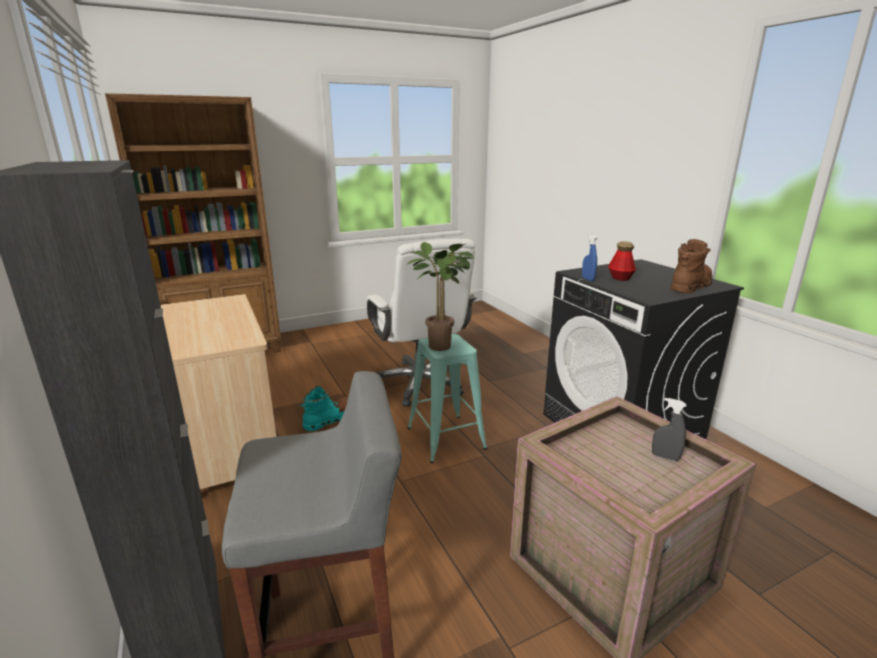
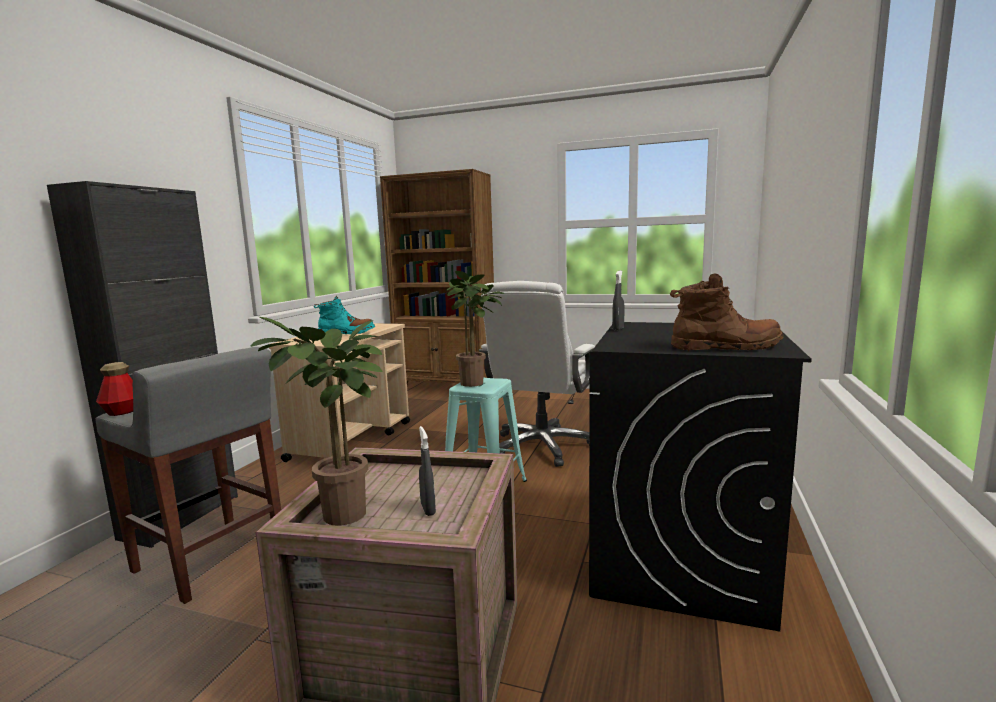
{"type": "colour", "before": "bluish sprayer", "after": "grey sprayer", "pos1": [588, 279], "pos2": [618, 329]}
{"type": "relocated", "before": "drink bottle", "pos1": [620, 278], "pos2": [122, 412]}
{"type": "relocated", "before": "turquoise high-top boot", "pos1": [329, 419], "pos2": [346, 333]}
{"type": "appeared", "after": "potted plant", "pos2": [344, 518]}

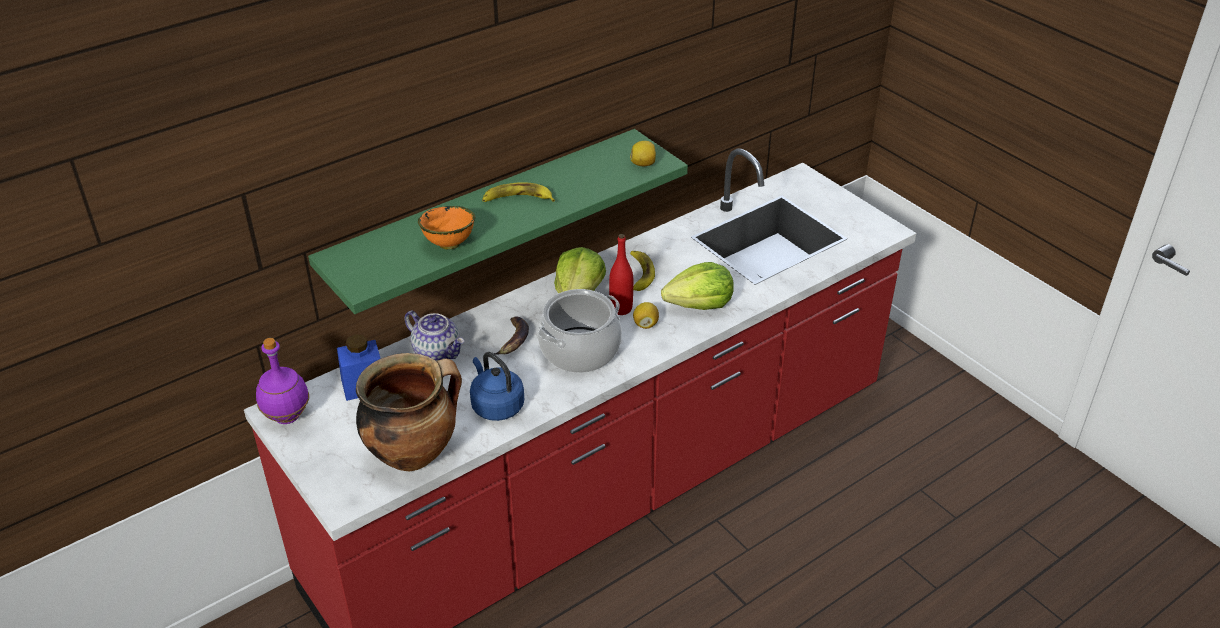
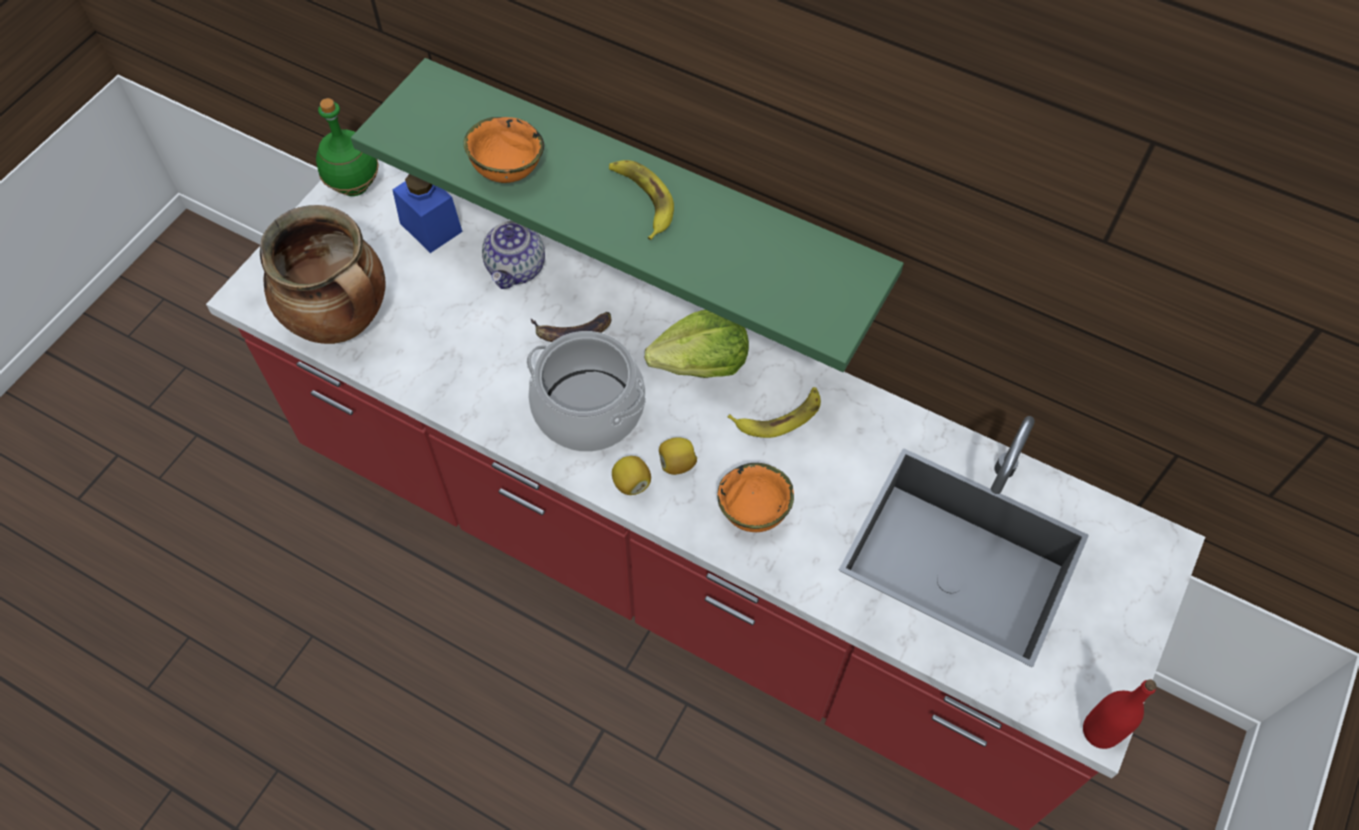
{"type": "relocated", "before": "citrus fruit", "pos1": [643, 164], "pos2": [631, 483]}
{"type": "relocated", "before": "red-coloured drink bottle", "pos1": [621, 308], "pos2": [1100, 731]}
{"type": "exchanged", "before": "lettuce", "after": "orangey serving bowl", "pos1": [700, 304], "pos2": [752, 514]}
{"type": "colour", "before": "purple-coloured drink bottle", "after": "green-coloured drink bottle", "pos1": [286, 417], "pos2": [354, 186]}
{"type": "missing", "before": "bluish tea kettle", "pos1": [496, 405]}

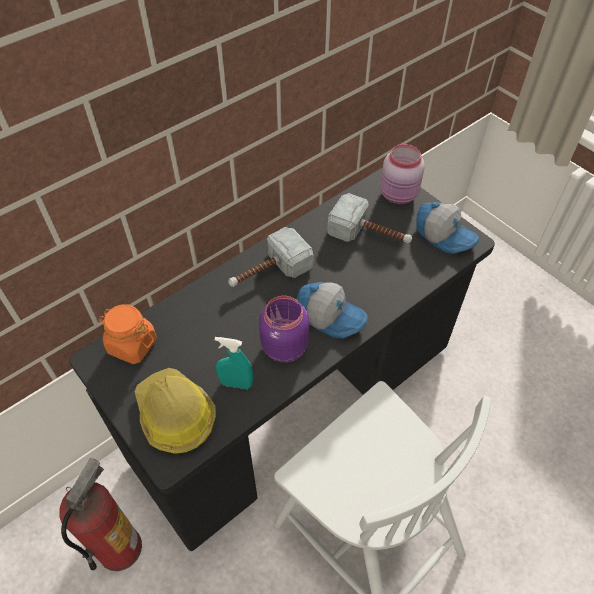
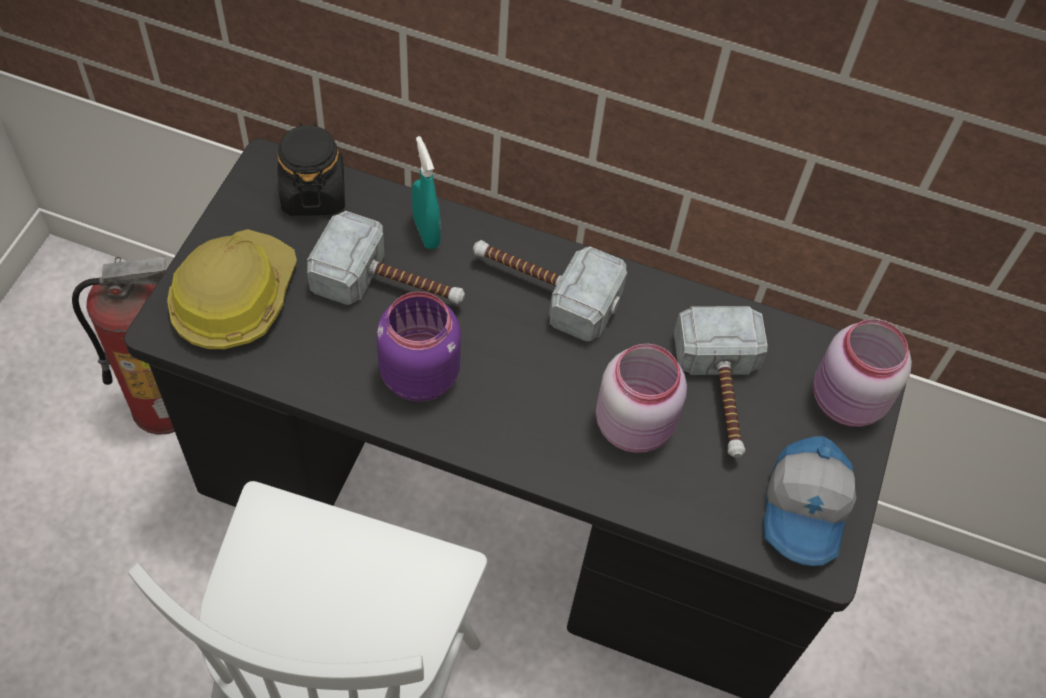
{"type": "missing", "before": "peaked cap", "pos1": [331, 315]}
{"type": "colour", "before": "orangey storage jar", "after": "black-coloured storage jar", "pos1": [132, 345], "pos2": [313, 193]}
{"type": "relocated", "before": "turquoise sprayer", "pos1": [236, 383], "pos2": [426, 232]}
{"type": "appeared", "after": "hand hammer", "pos2": [391, 286]}
{"type": "appeared", "after": "pinkish storage jar", "pos2": [636, 424]}

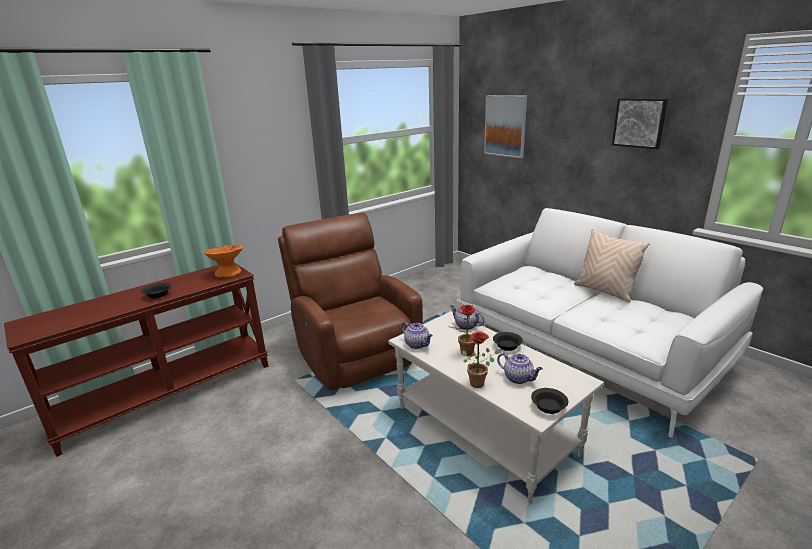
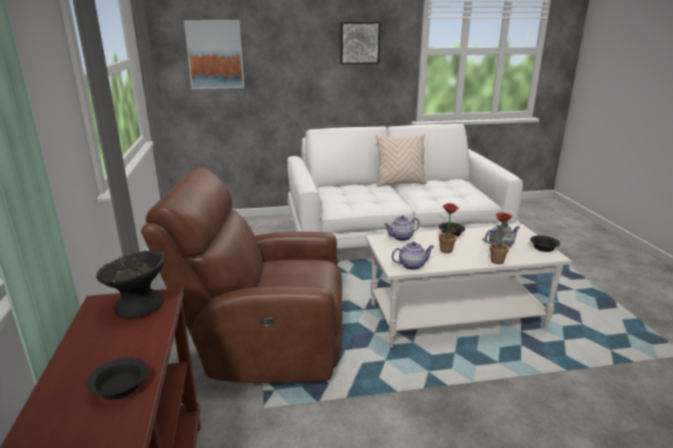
{"type": "colour", "before": "orangey serving bowl", "after": "black-coloured serving bowl", "pos1": [228, 273], "pos2": [139, 305]}

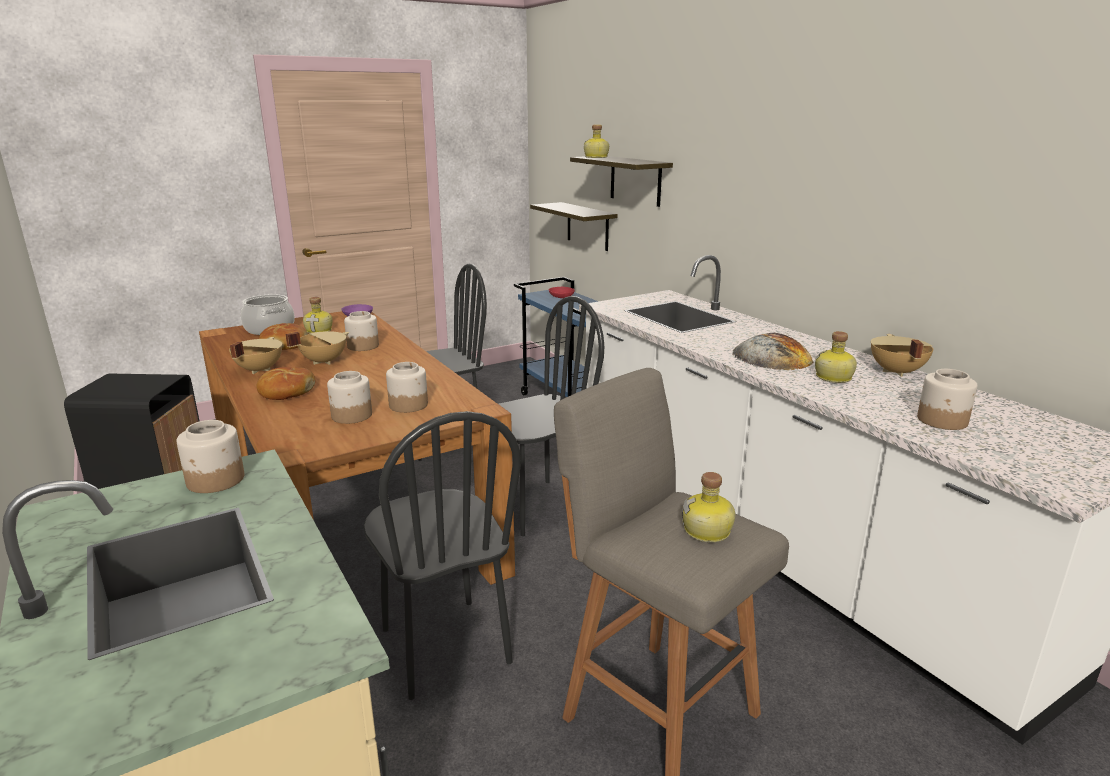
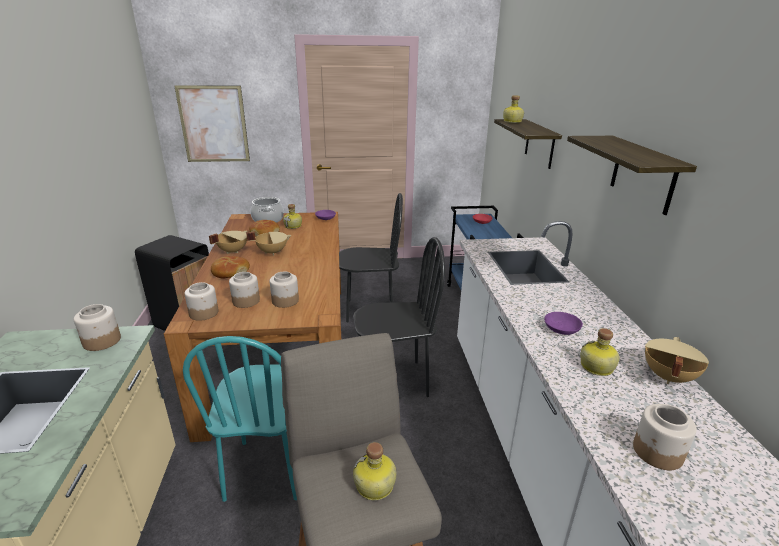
{"type": "relocated", "before": "bracket shelf", "pos1": [587, 226], "pos2": [643, 174]}
{"type": "relocated", "before": "storage jar", "pos1": [363, 346], "pos2": [204, 313]}
{"type": "exchanged", "before": "bakery bread", "after": "purple-coloured serving bowl", "pos1": [771, 357], "pos2": [561, 329]}
{"type": "colour", "before": "black-coloured upright chair", "after": "turquoise upright chair", "pos1": [444, 646], "pos2": [267, 469]}
{"type": "appeared", "after": "wall art", "pos2": [213, 124]}

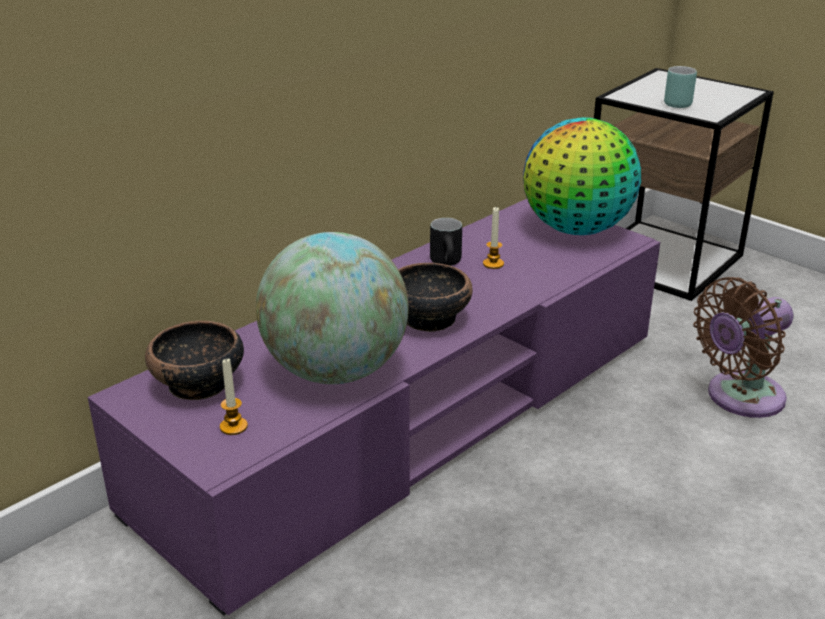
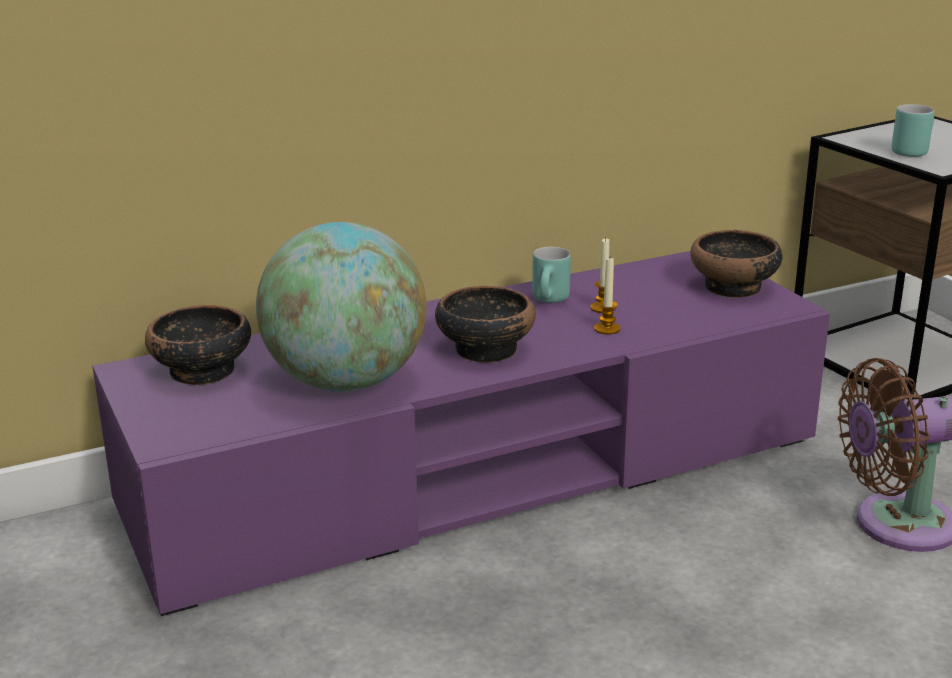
{"type": "exchanged", "before": "world globe", "after": "serving bowl", "pos1": [577, 229], "pos2": [734, 287]}
{"type": "colour", "before": "black-coloured mug", "after": "turquoise mug", "pos1": [449, 264], "pos2": [552, 301]}
{"type": "relocated", "before": "wax light", "pos1": [233, 426], "pos2": [607, 329]}

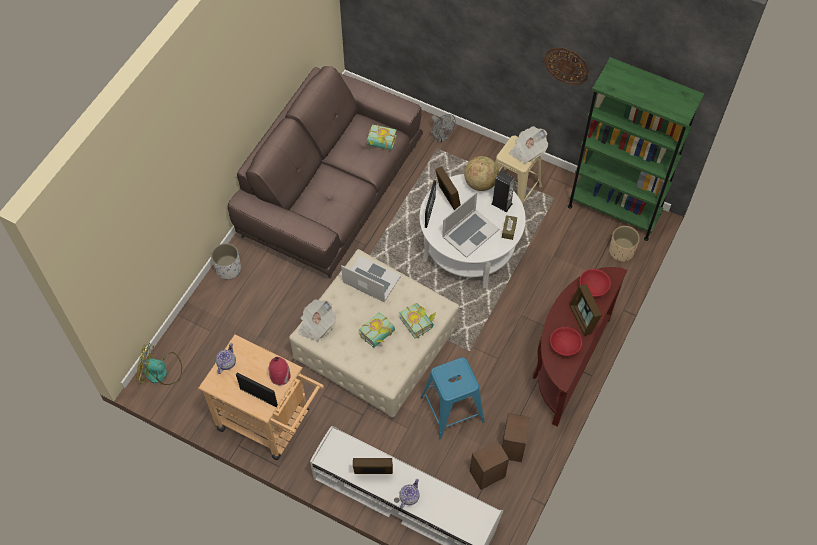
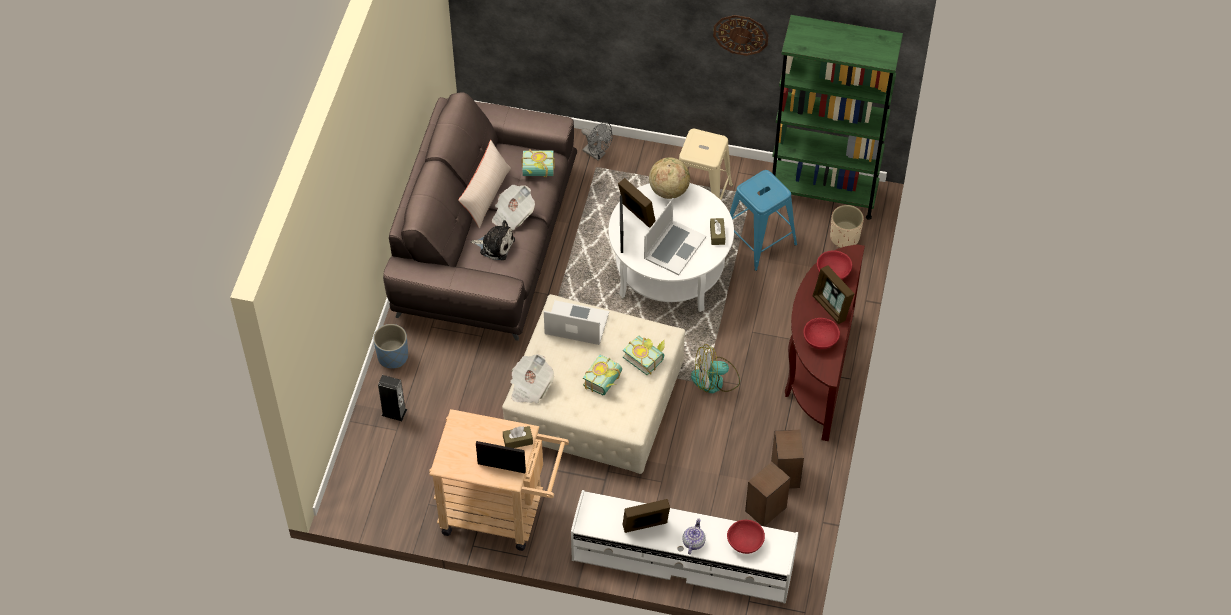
{"type": "relocated", "before": "newspaper", "pos1": [527, 151], "pos2": [512, 215]}
{"type": "relocated", "before": "audio speaker", "pos1": [501, 203], "pos2": [394, 412]}
{"type": "colour", "before": "white planter", "after": "bluish planter", "pos1": [228, 269], "pos2": [392, 356]}
{"type": "relocated", "before": "cooling fan", "pos1": [161, 372], "pos2": [715, 380]}
{"type": "missing", "before": "tea pot", "pos1": [226, 362]}
{"type": "exchanged", "before": "red-coloured flower vase", "after": "brown tissue box", "pos1": [280, 376], "pos2": [518, 441]}
{"type": "relocated", "before": "bluish sitting stool", "pos1": [452, 409], "pos2": [759, 240]}
{"type": "appeared", "after": "sand-coloured throw pillow", "pos2": [486, 195]}
{"type": "appeared", "after": "cuddly toy", "pos2": [495, 245]}
{"type": "appeared", "after": "red-coloured serving bowl", "pos2": [744, 542]}

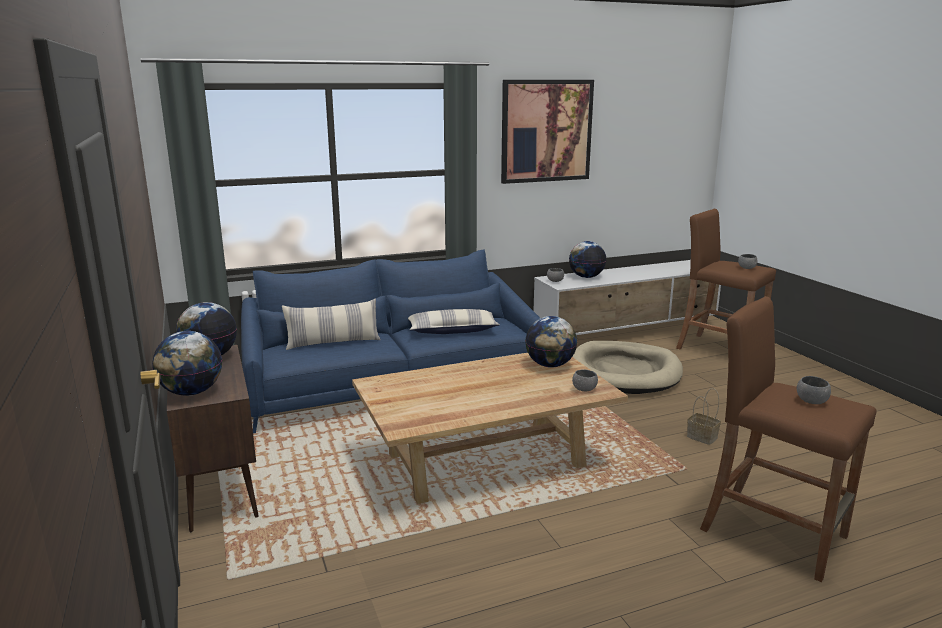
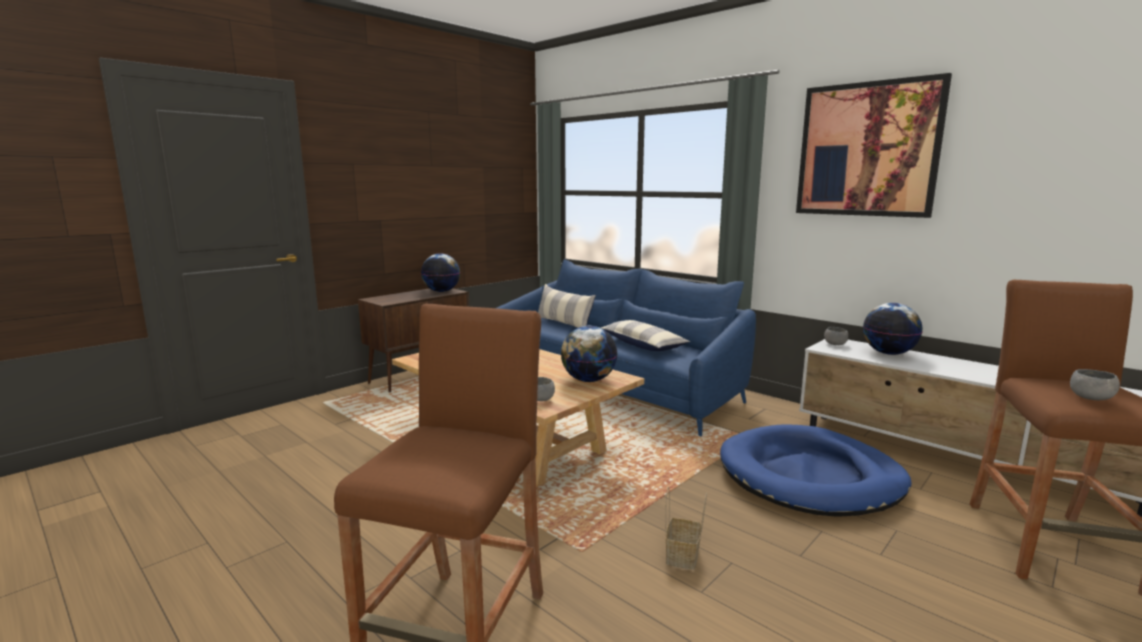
{"type": "missing", "before": "world globe", "pos1": [191, 392]}
{"type": "colour", "before": "sand-coloured pet bed", "after": "bluish pet bed", "pos1": [624, 372], "pos2": [810, 476]}
{"type": "missing", "before": "grey serving bowl", "pos1": [811, 401]}

